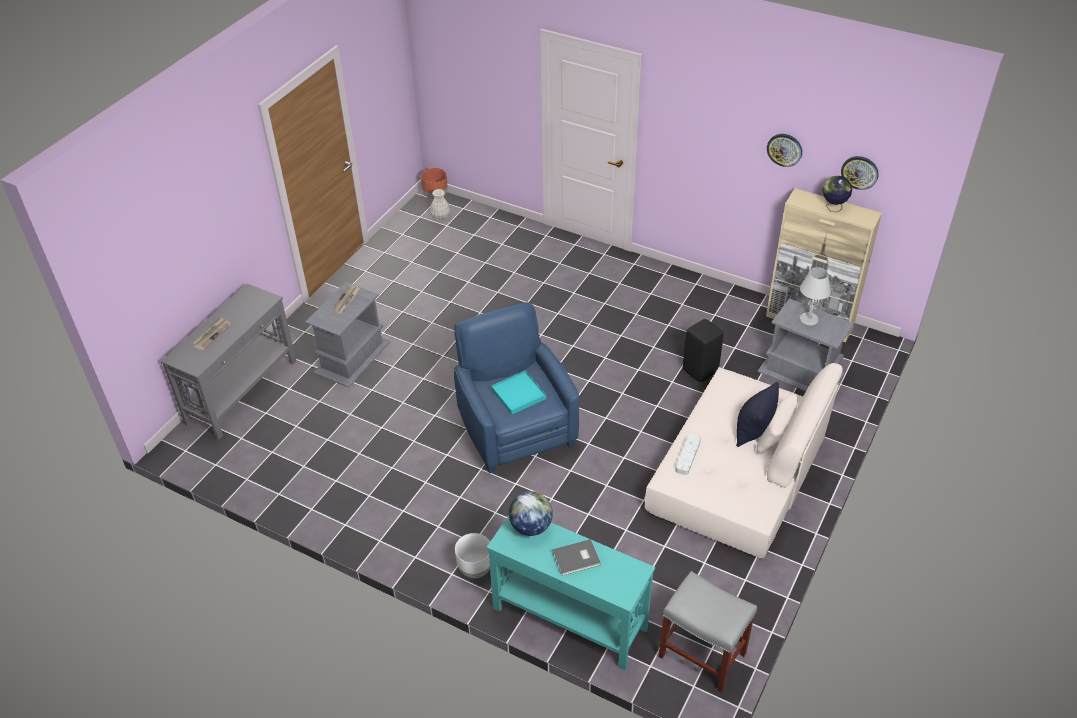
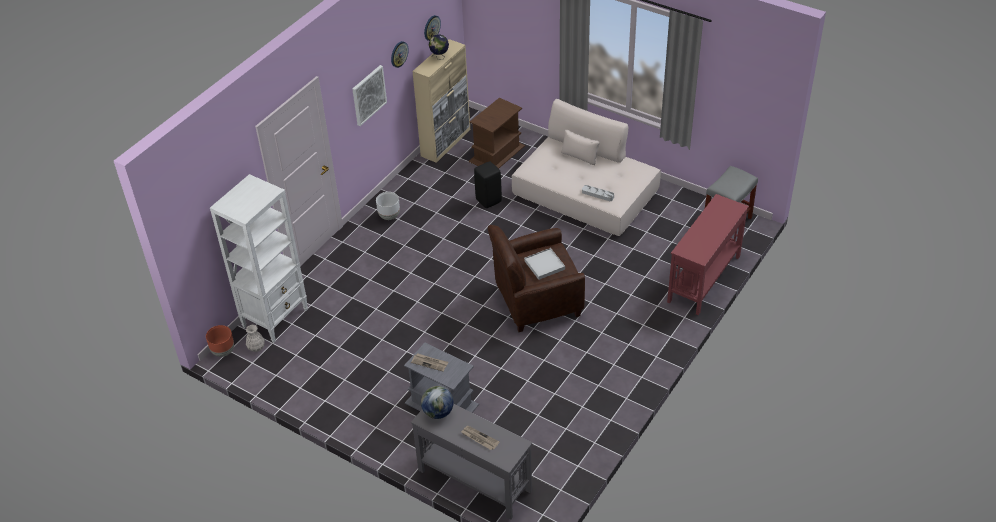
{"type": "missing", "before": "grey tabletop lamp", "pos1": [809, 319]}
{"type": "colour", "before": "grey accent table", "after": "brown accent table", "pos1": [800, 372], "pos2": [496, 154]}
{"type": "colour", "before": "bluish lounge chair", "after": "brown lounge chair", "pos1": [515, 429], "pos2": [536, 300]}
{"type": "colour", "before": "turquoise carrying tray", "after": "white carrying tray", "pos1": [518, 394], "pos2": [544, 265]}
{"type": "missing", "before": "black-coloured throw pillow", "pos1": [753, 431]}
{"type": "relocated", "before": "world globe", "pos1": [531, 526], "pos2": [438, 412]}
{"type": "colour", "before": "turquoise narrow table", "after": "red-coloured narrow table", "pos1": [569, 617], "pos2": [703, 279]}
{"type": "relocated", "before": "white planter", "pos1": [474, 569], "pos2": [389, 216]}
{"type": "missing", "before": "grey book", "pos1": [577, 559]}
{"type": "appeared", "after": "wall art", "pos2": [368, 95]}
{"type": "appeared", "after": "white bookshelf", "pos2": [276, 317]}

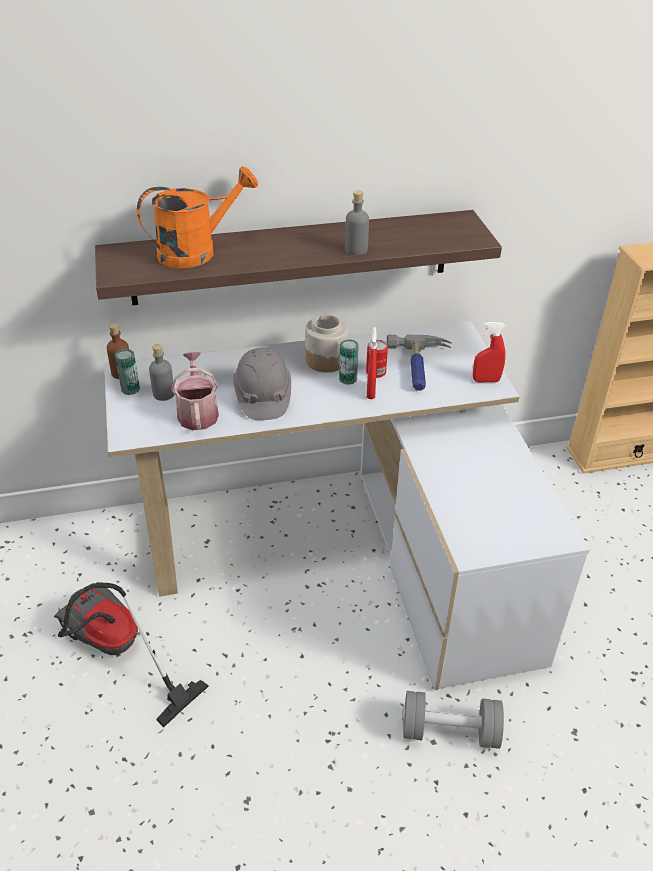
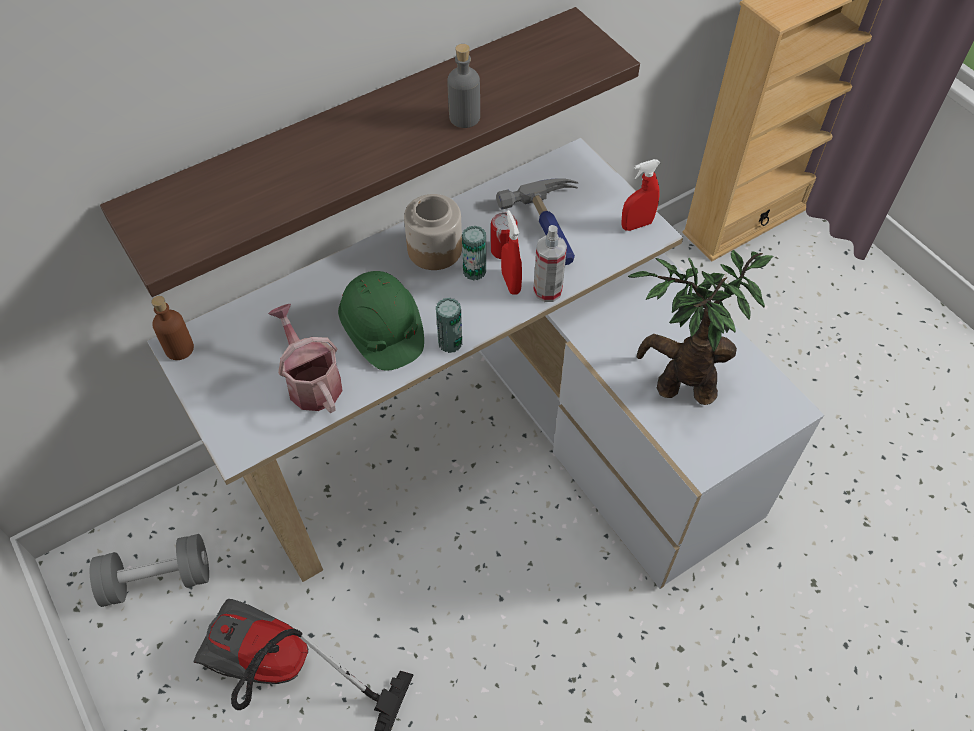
{"type": "missing", "before": "orangey watering can", "pos1": [196, 251]}
{"type": "missing", "before": "grey drink bottle", "pos1": [164, 394]}
{"type": "colour", "before": "grey hard hat", "after": "green-coloured hard hat", "pos1": [262, 397], "pos2": [382, 331]}
{"type": "relocated", "before": "can", "pos1": [130, 389], "pos2": [450, 342]}
{"type": "relocated", "before": "grey hand weight", "pos1": [450, 731], "pos2": [158, 579]}
{"type": "appeared", "after": "sprayer", "pos2": [547, 291]}
{"type": "appeared", "after": "potted plant", "pos2": [678, 384]}

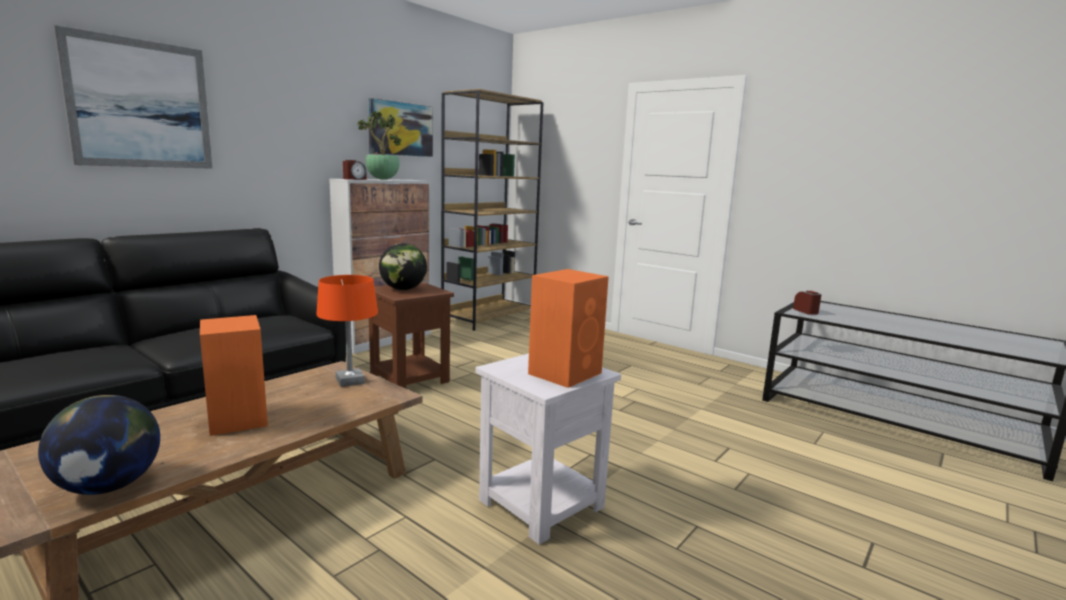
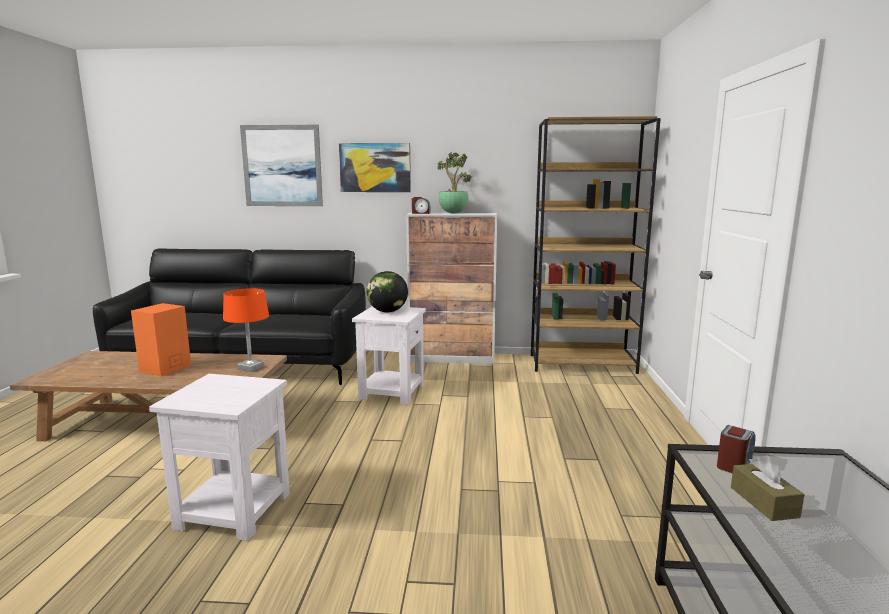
{"type": "relocated", "before": "wall art", "pos1": [400, 129], "pos2": [375, 168]}
{"type": "missing", "before": "orangey audio speaker", "pos1": [566, 373]}
{"type": "colour", "before": "brown accent table", "after": "white accent table", "pos1": [409, 379], "pos2": [392, 391]}
{"type": "missing", "before": "world globe", "pos1": [109, 487]}
{"type": "appeared", "after": "brown tissue box", "pos2": [763, 502]}

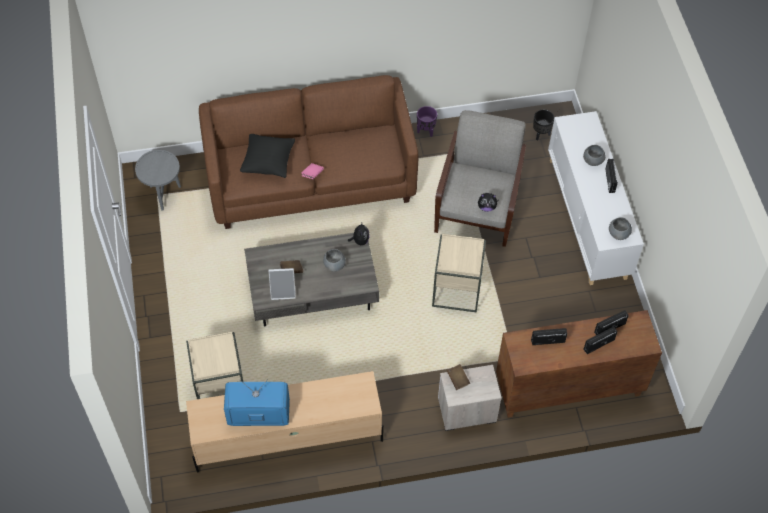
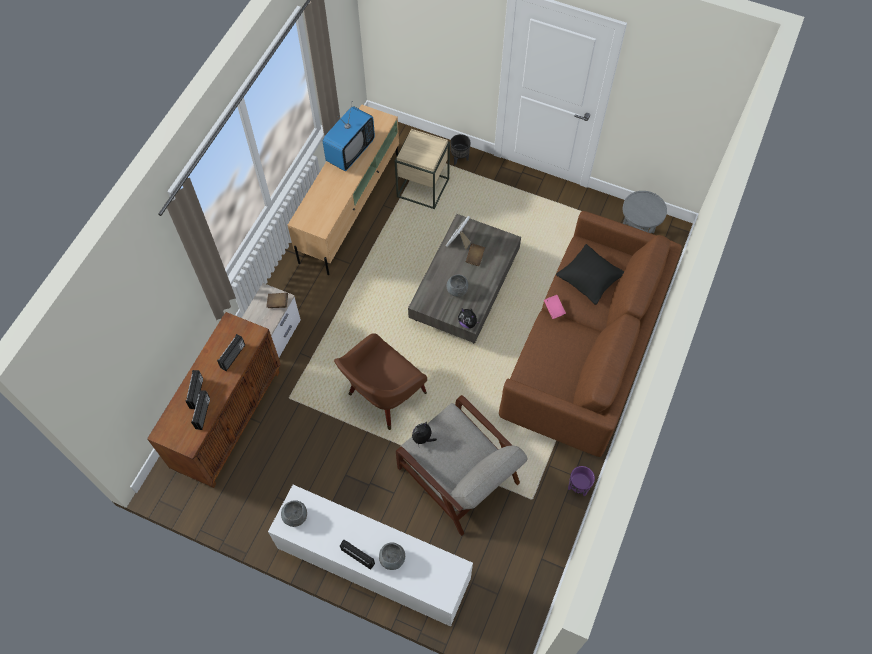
{"type": "relocated", "before": "black-coloured planter", "pos1": [541, 134], "pos2": [460, 159]}
{"type": "exchanged", "before": "sand-coloured accent table", "after": "brown lounge chair", "pos1": [457, 291], "pos2": [383, 397]}

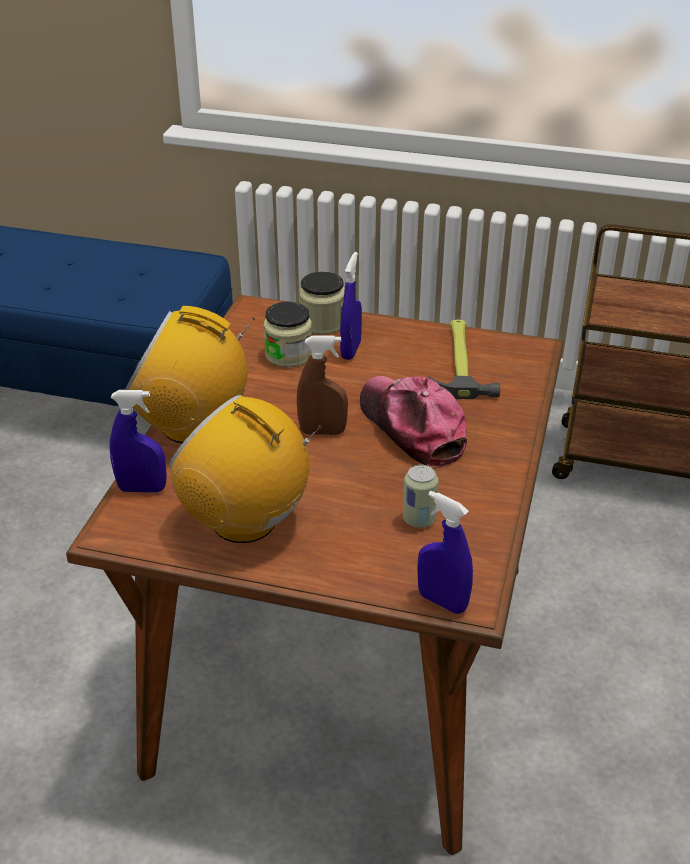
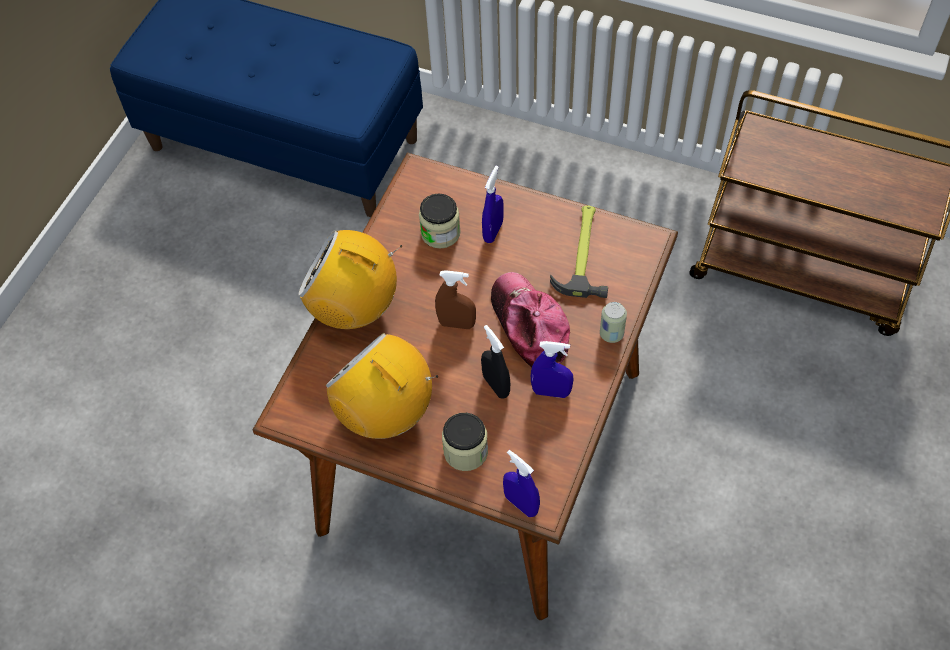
{"type": "relocated", "before": "storage jar", "pos1": [322, 323], "pos2": [466, 451]}
{"type": "relocated", "before": "bluish sprayer", "pos1": [142, 489], "pos2": [551, 392]}
{"type": "relocated", "before": "can", "pos1": [419, 520], "pos2": [611, 334]}
{"type": "appeared", "after": "black-coloured sprayer", "pos2": [496, 385]}

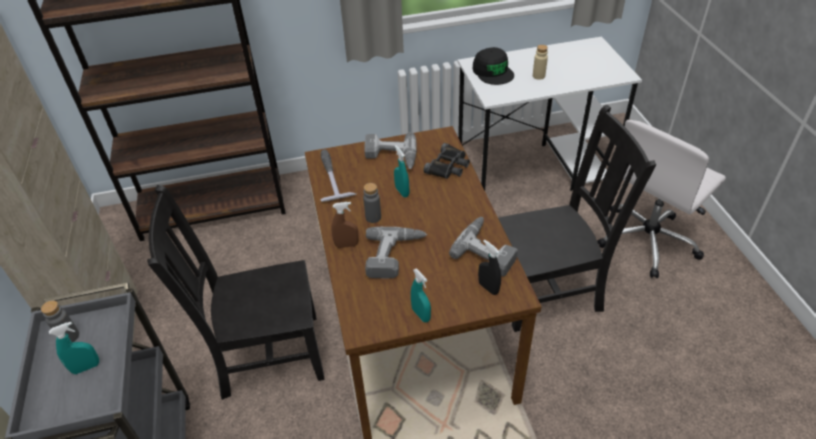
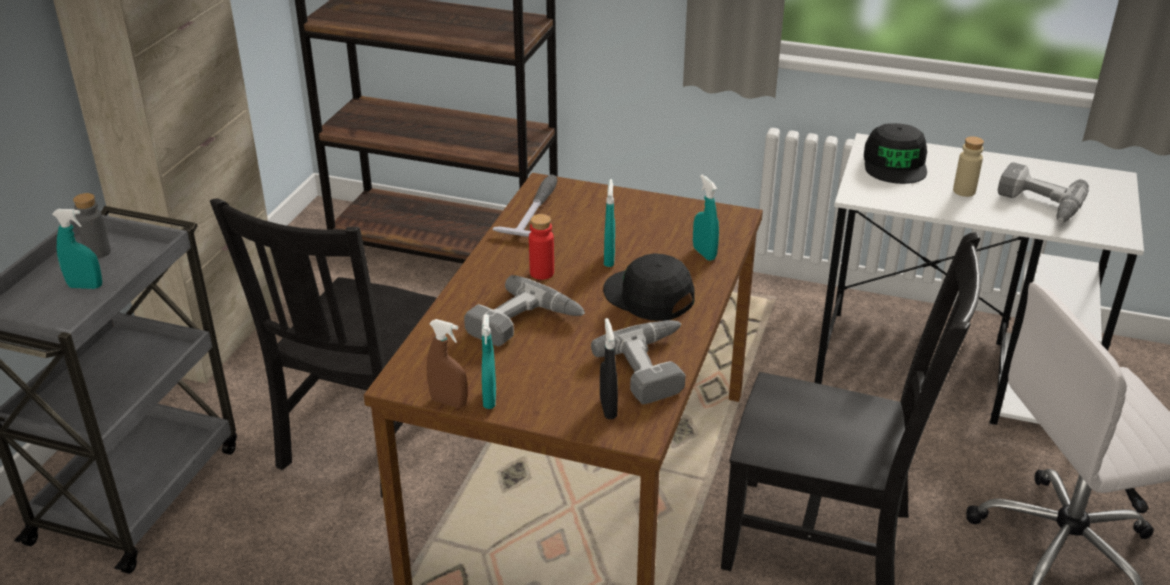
{"type": "relocated", "before": "drill", "pos1": [391, 157], "pos2": [1037, 204]}
{"type": "exchanged", "before": "black-coloured field glasses", "after": "turquoise sprayer", "pos1": [448, 166], "pos2": [704, 253]}
{"type": "colour", "before": "grey drink bottle", "after": "red-coloured drink bottle", "pos1": [373, 217], "pos2": [542, 273]}
{"type": "spun", "before": "black-coloured upright chair", "pos1": [266, 355], "pos2": [365, 438], "turn": -90}
{"type": "relocated", "before": "brown sprayer", "pos1": [346, 245], "pos2": [448, 402]}
{"type": "appeared", "after": "black-coloured peaked cap", "pos2": [649, 296]}

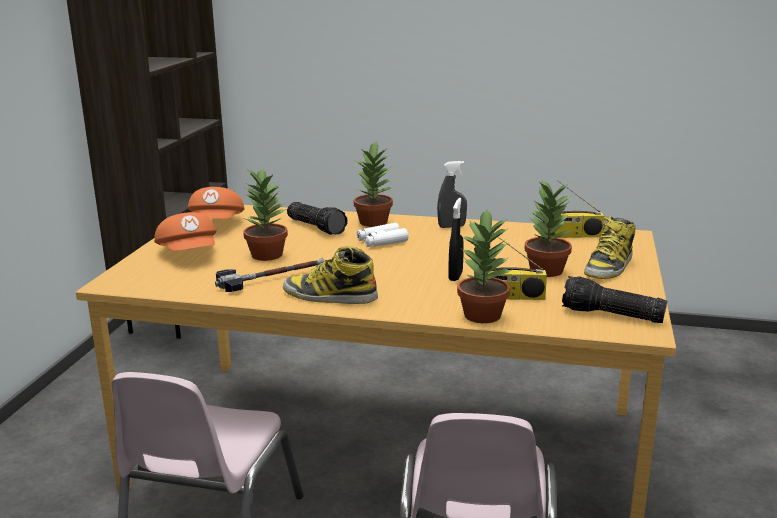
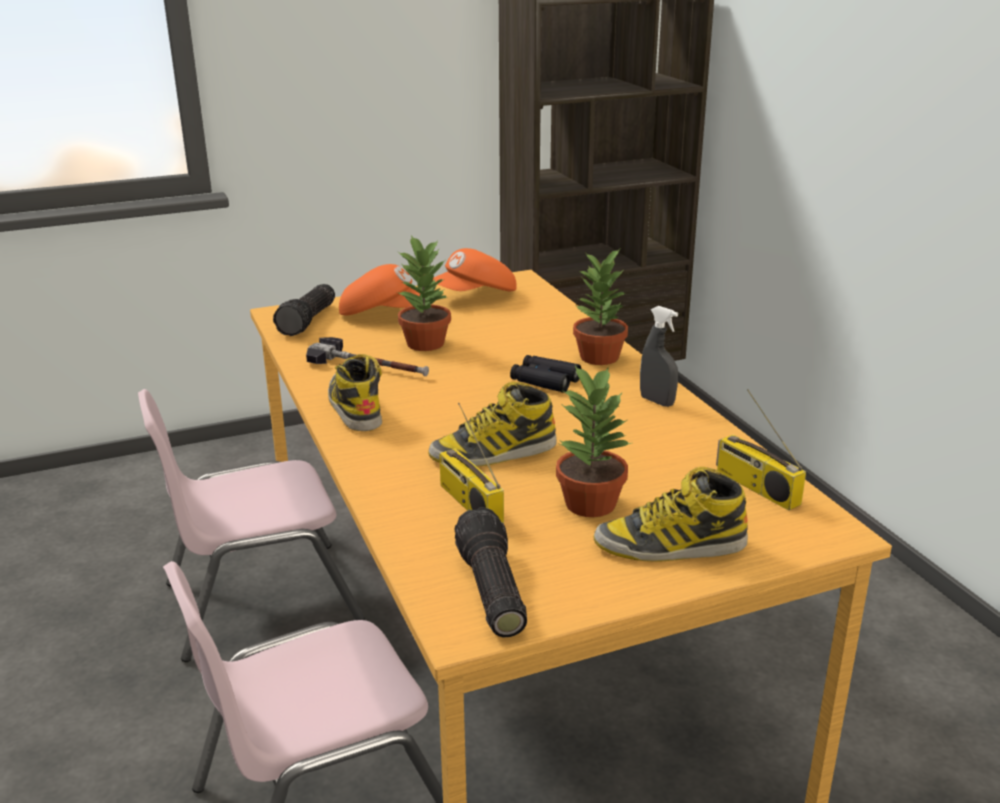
{"type": "exchanged", "before": "black-coloured sprayer", "after": "high-top boot", "pos1": [455, 276], "pos2": [493, 452]}
{"type": "relocated", "before": "flashlight", "pos1": [317, 227], "pos2": [309, 321]}
{"type": "missing", "before": "potted plant", "pos1": [483, 315]}
{"type": "spun", "before": "orangey peaked cap", "pos1": [189, 253], "pos2": [384, 313], "turn": -105}
{"type": "colour", "before": "white field glasses", "after": "black-coloured field glasses", "pos1": [382, 241], "pos2": [545, 381]}

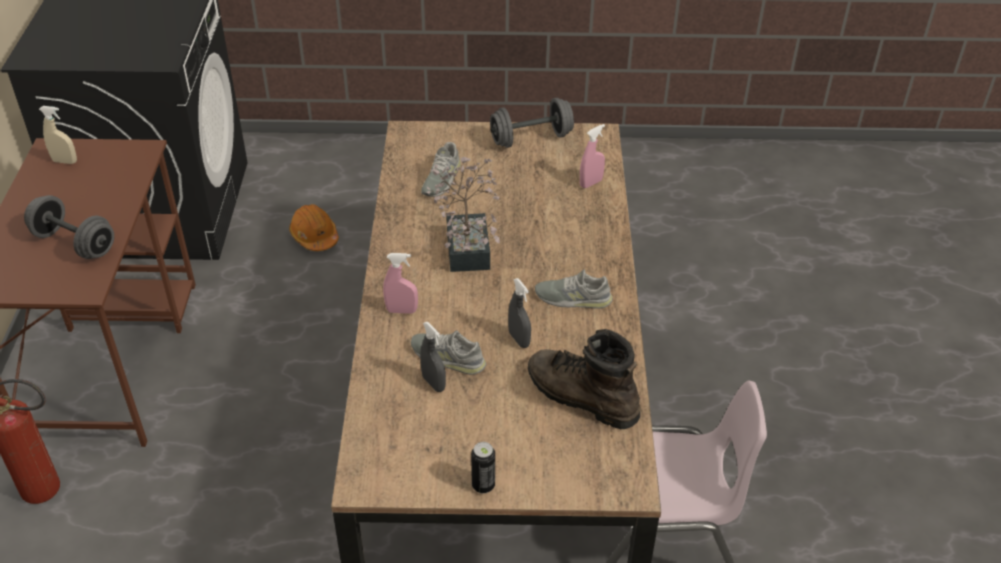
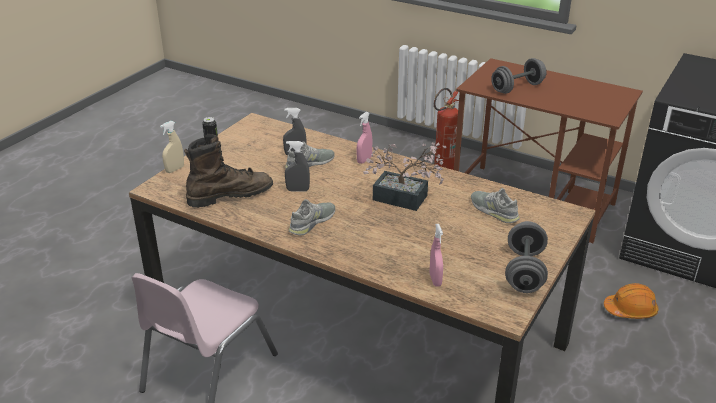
{"type": "relocated", "before": "sand-coloured sprayer", "pos1": [65, 161], "pos2": [175, 169]}

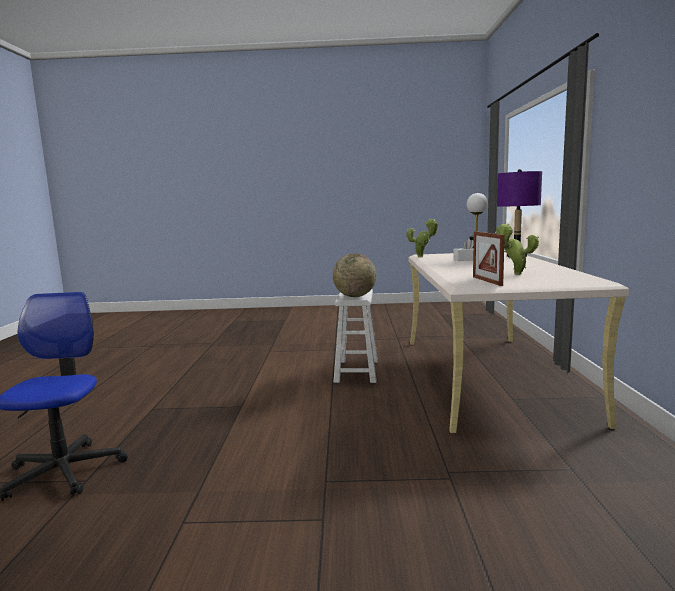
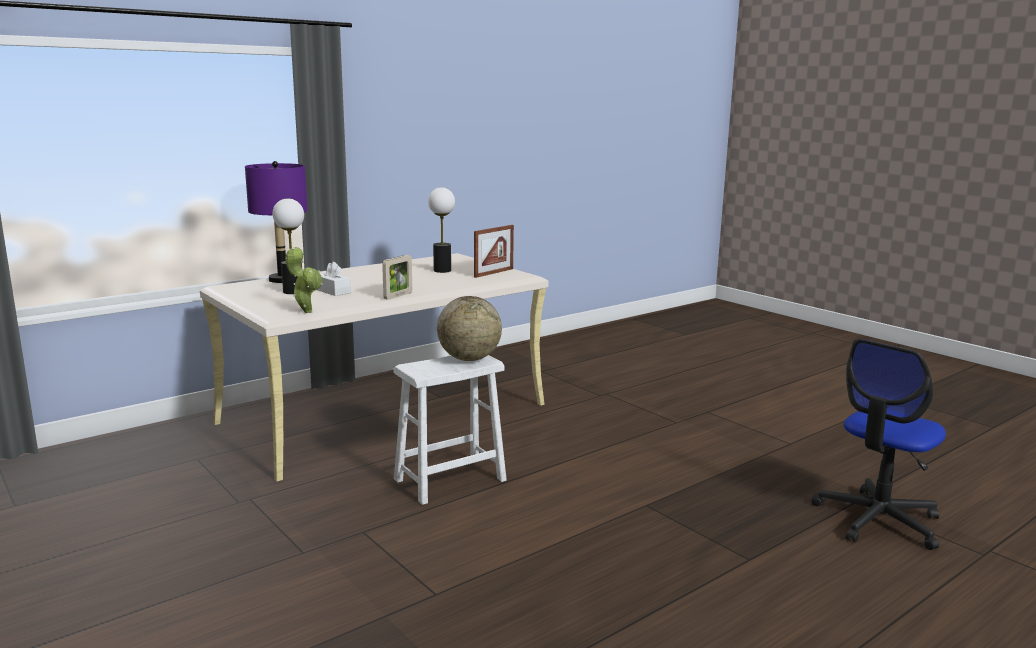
{"type": "exchanged", "before": "potted plant", "after": "tabletop lamp", "pos1": [515, 274], "pos2": [442, 270]}
{"type": "appeared", "after": "photo frame", "pos2": [398, 296]}

